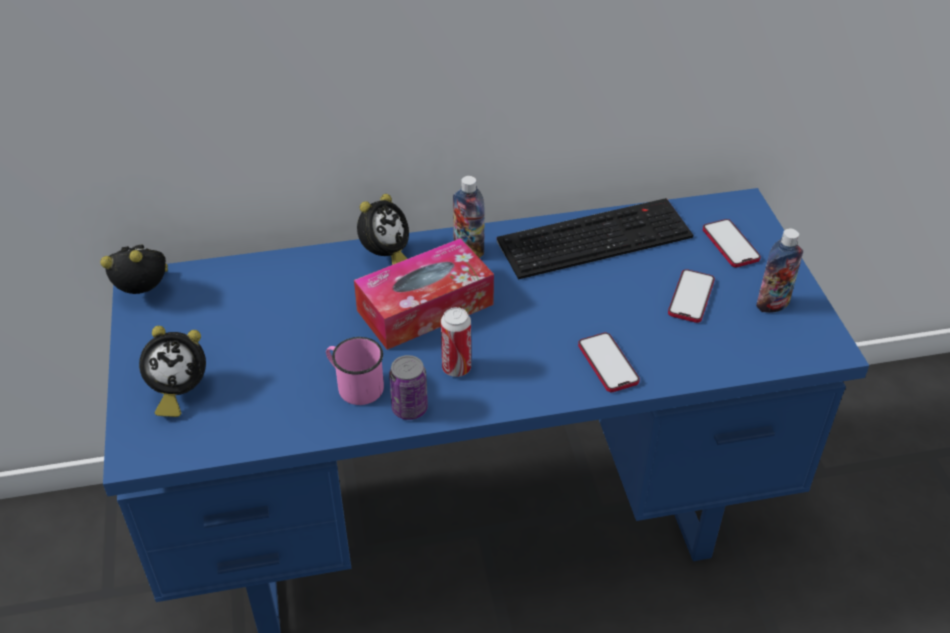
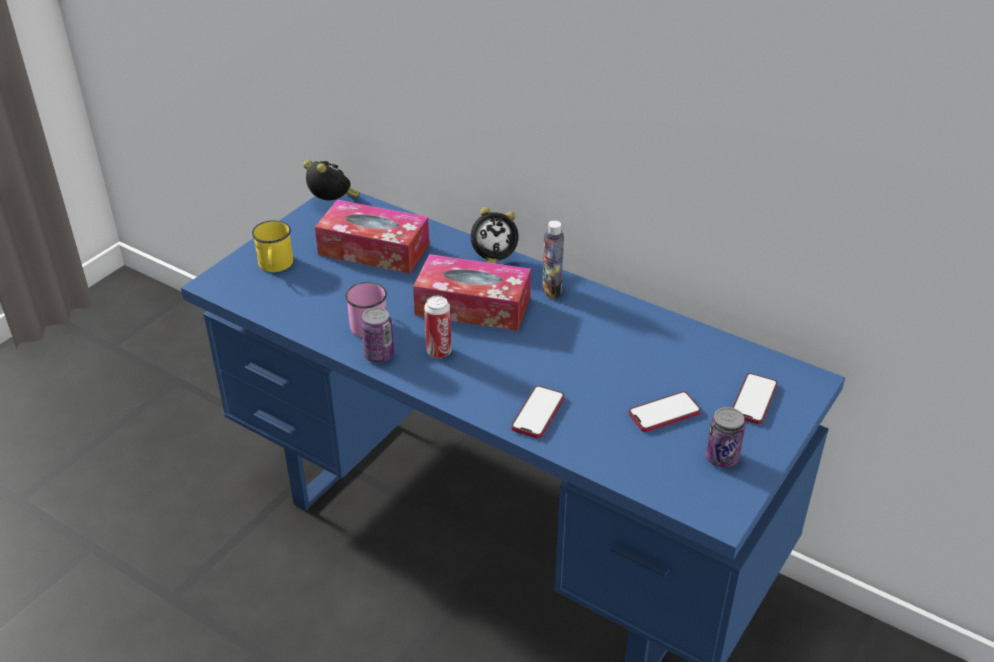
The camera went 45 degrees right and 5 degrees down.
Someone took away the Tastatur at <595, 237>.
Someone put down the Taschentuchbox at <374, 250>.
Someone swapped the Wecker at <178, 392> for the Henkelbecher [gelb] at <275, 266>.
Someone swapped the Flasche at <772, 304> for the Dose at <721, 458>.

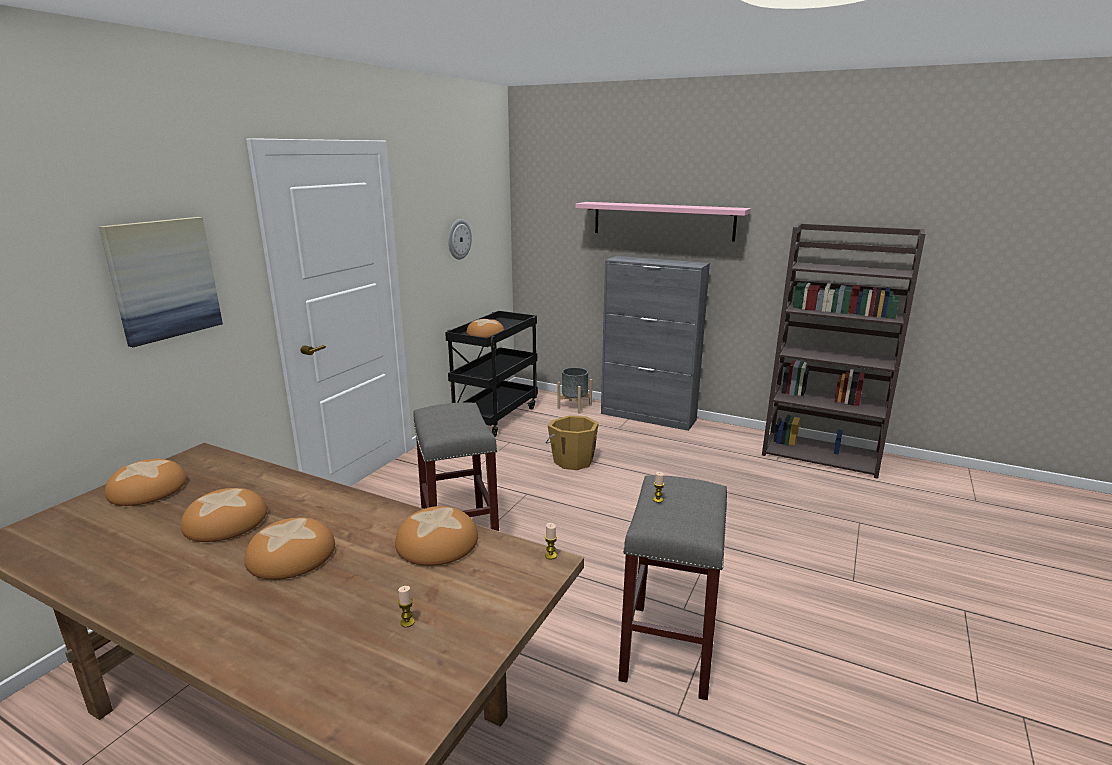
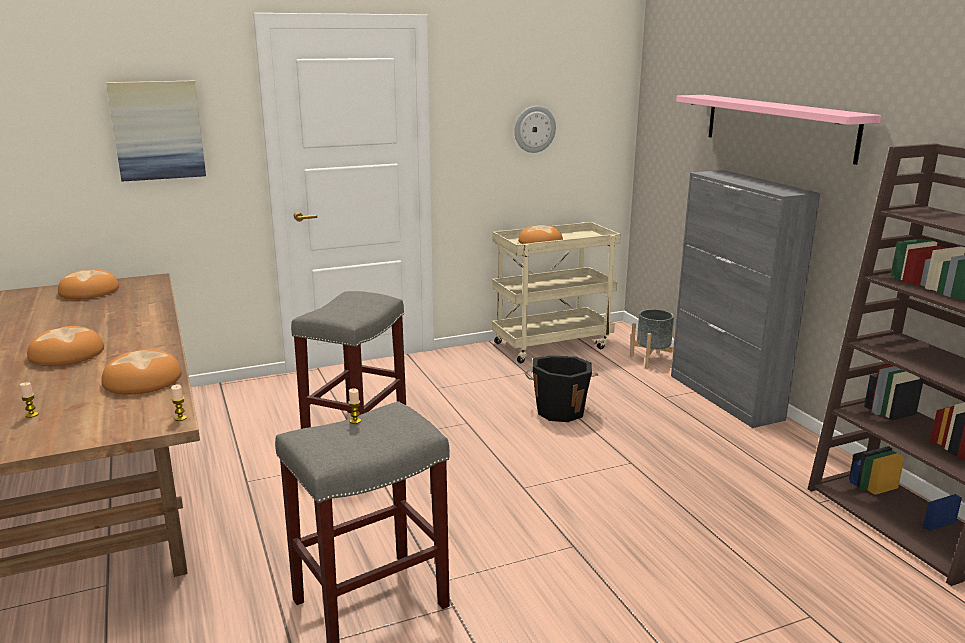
The camera went 40 degrees right and 0 degrees up.
Someone took away the Brot at <226, 521>.
Someone repainted the Rollwagen [schwarz] at <495, 416>, which became the Rollwagen [beige] at <552, 345>.
Someone repainted the Eimer [orange] at <572, 460>, which became the Eimer [schwarz] at <560, 410>.

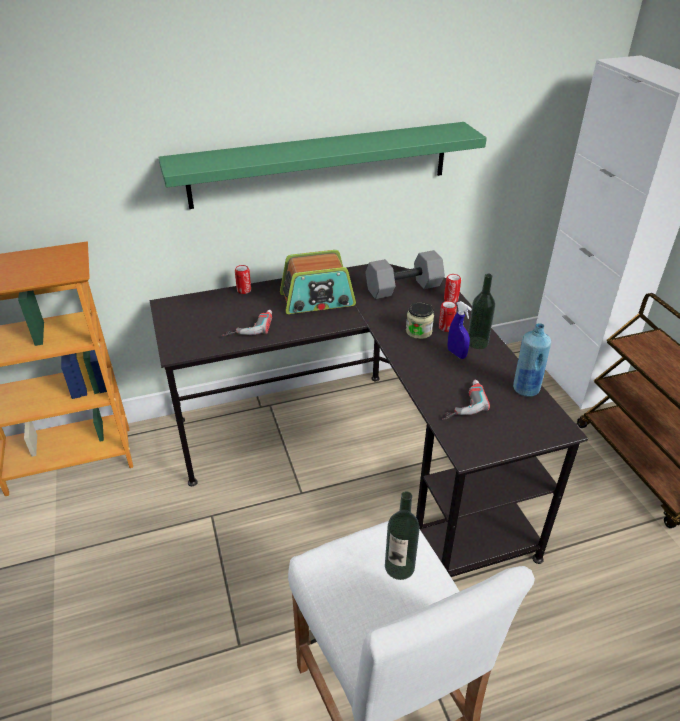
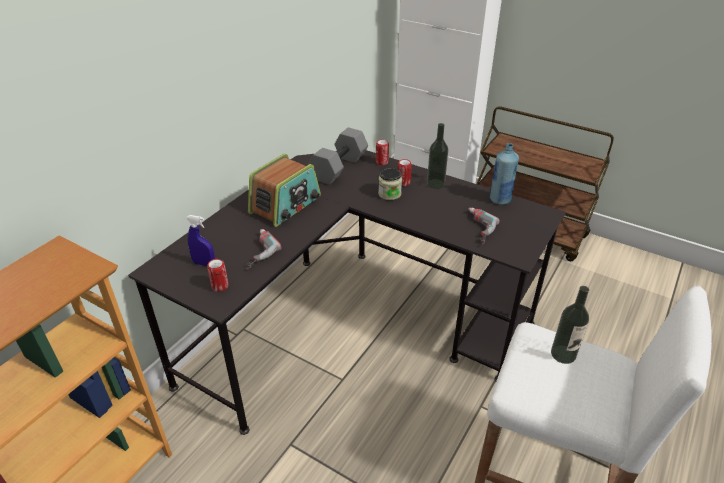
The camera went 40 degrees left and 0 degrees up.
Someone took away the Wandregal [grün] at <320, 164>.
Someone carried the Dose from <244, 290> to <220, 286>.
Someone carried the Sprühflasche [blau] from <456, 353> to <204, 263>.

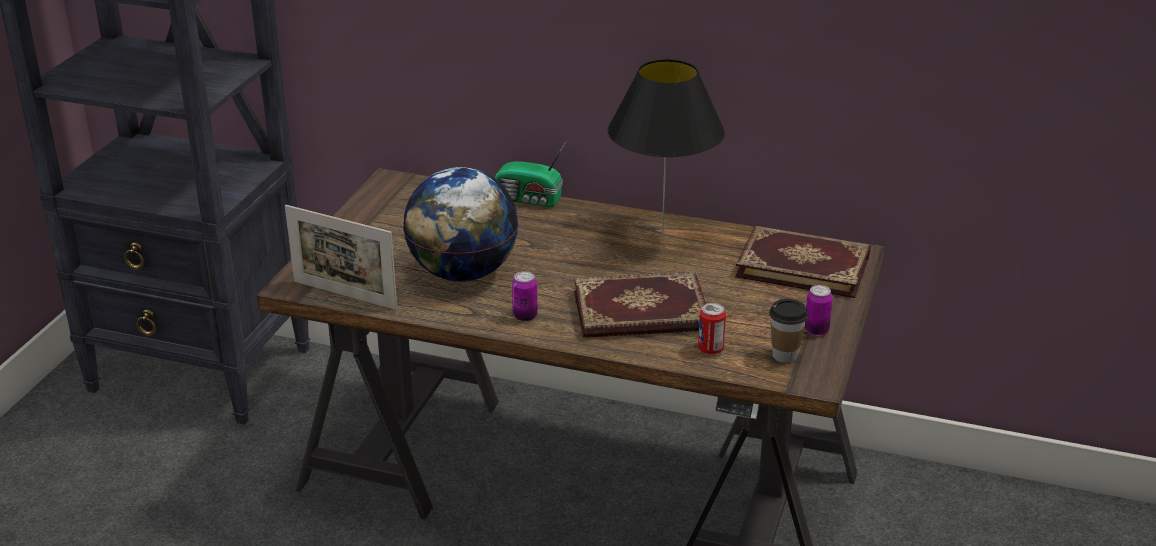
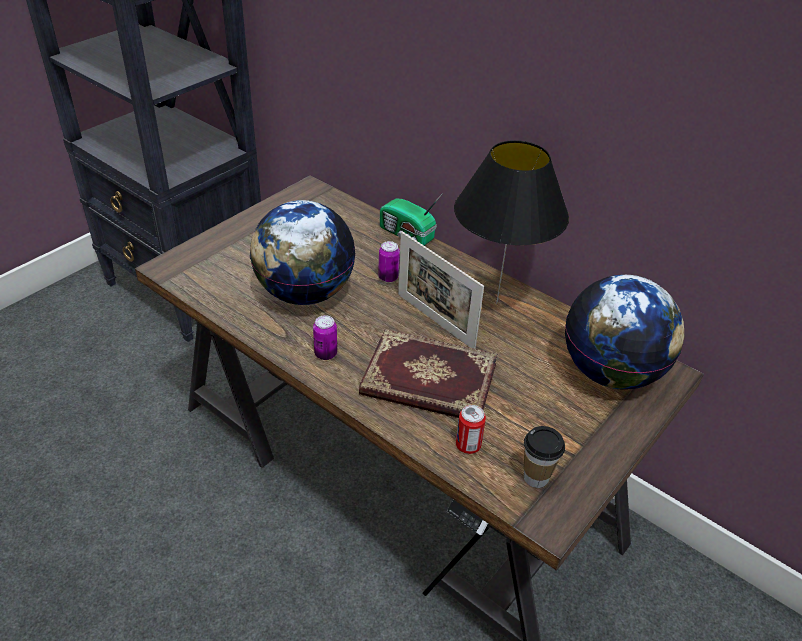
The camera went 20 degrees right and 10 degrees up.
Someone carried the Bilderrahmen from <344, 295> to <435, 321>.
Someone carried the Dose from <816, 330> to <388, 277>.
Someone swapped the Buch at <803, 265> for the Globus at <611, 372>.

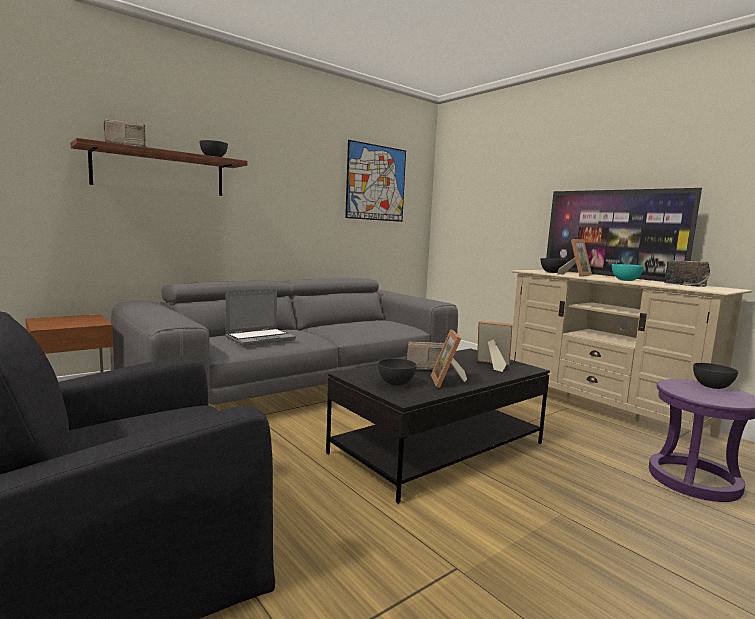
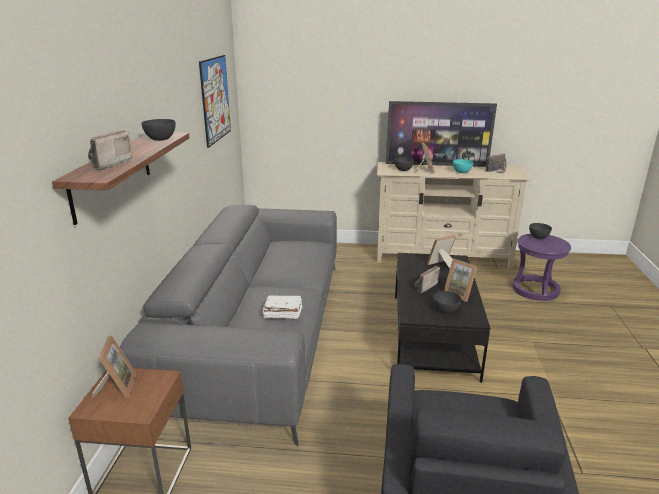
The camera went 45 degrees left and 15 degrees up.
Someone put down the Bilderrahmen at <117, 387>.
Someone swapped the Laptop at <261, 338> for the Buch [weiß] at <282, 314>.

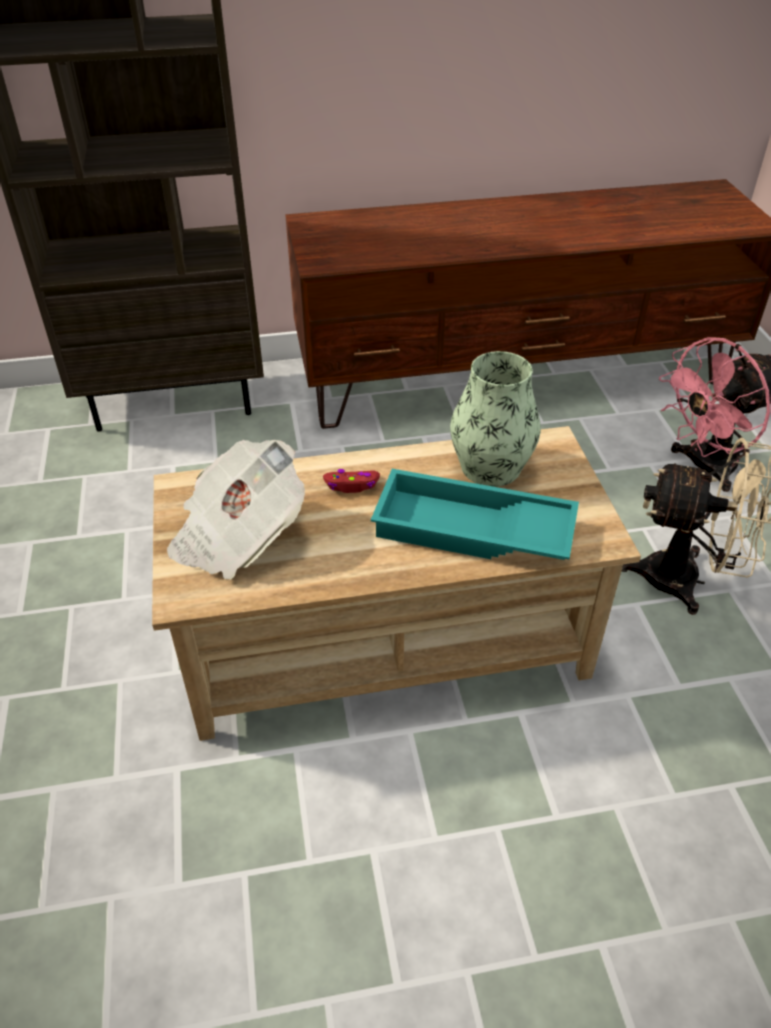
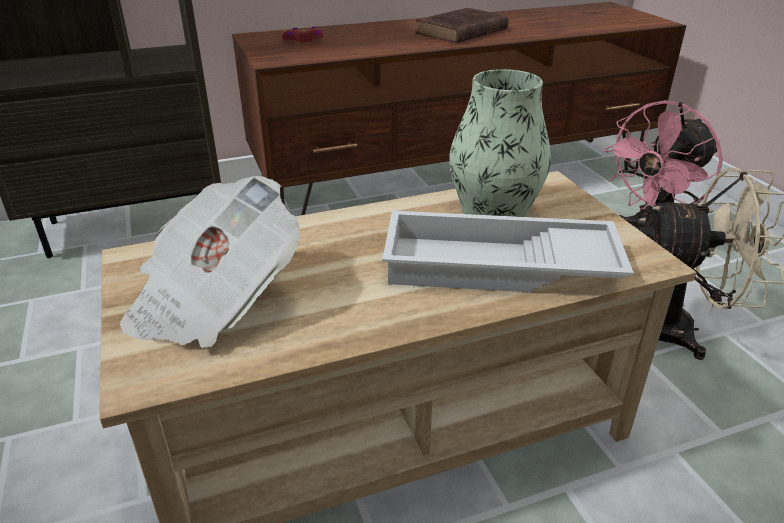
The camera went 10 degrees left and 10 degrees down.
Someone put down the Buch [braun] at <460, 32>.
Someone carried the Gamepad [rot] from <352, 485> to <303, 40>.
Someone repainted the Tablett [türkis] at <471, 531>, which became the Tablett [weiß] at <498, 268>.

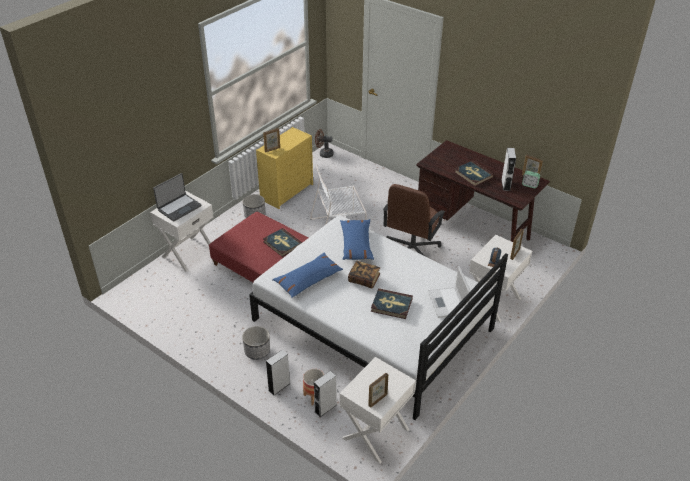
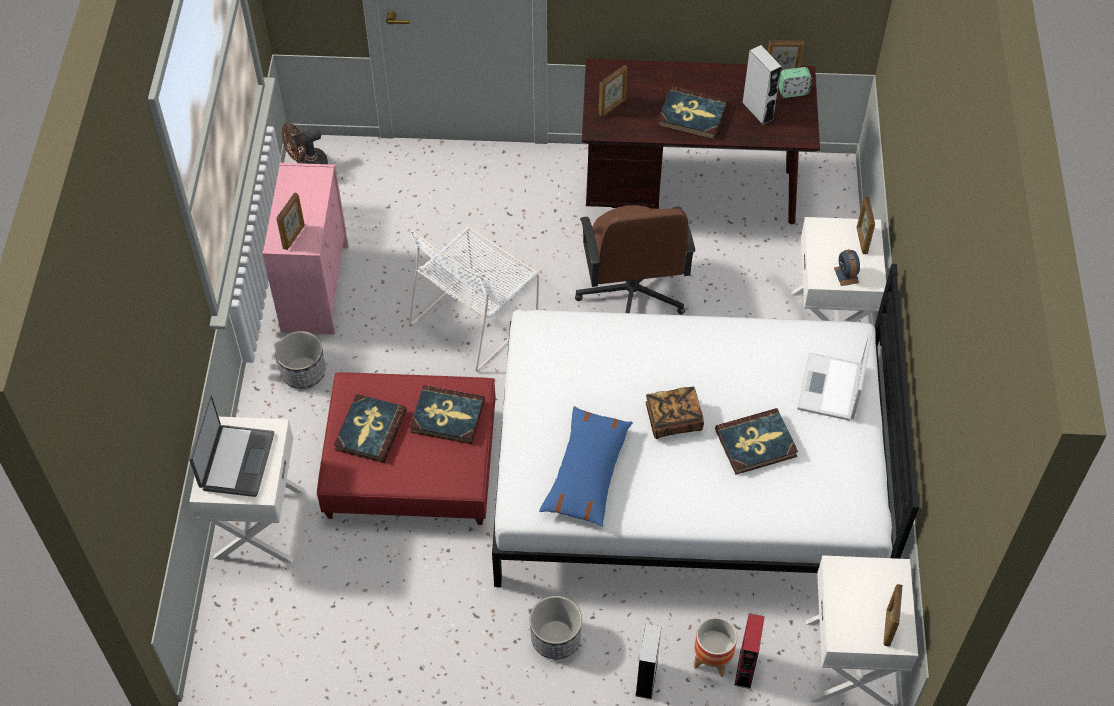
The camera went 35 degrees left and 15 degrees up.
Someone took away the Kissen [blau] at <356, 244>.
Someone put down the Buch at <370, 430>.
Someone put down the Bilderrahmen at <612, 107>.
Someone repainted the Kommode [gelb] at <287, 191>, which became the Kommode [rosa] at <315, 287>.
Someone repainted the Lautsprecher [grau] at <325, 408>, which became the Lautsprecher [rot] at <745, 668>.
Someone rotated the Laptop at <447, 303> by 60 degrees clockwise.

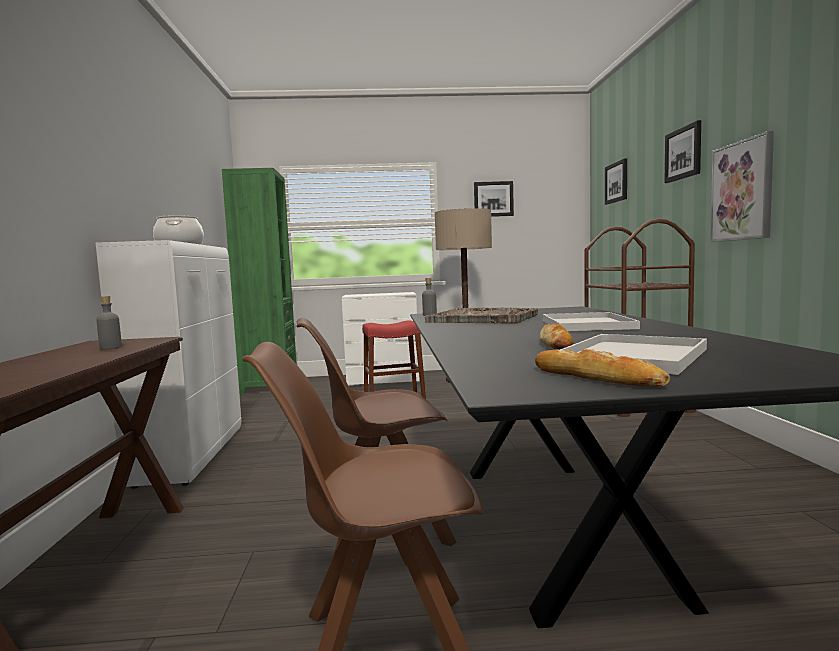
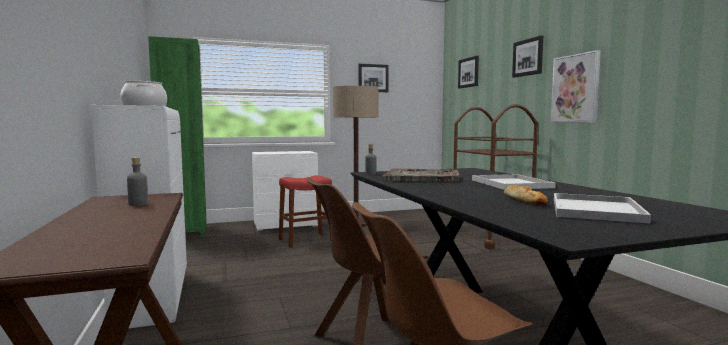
The camera went 15 degrees left and 0 degrees up.
Someone took away the Brot at <595, 377>.

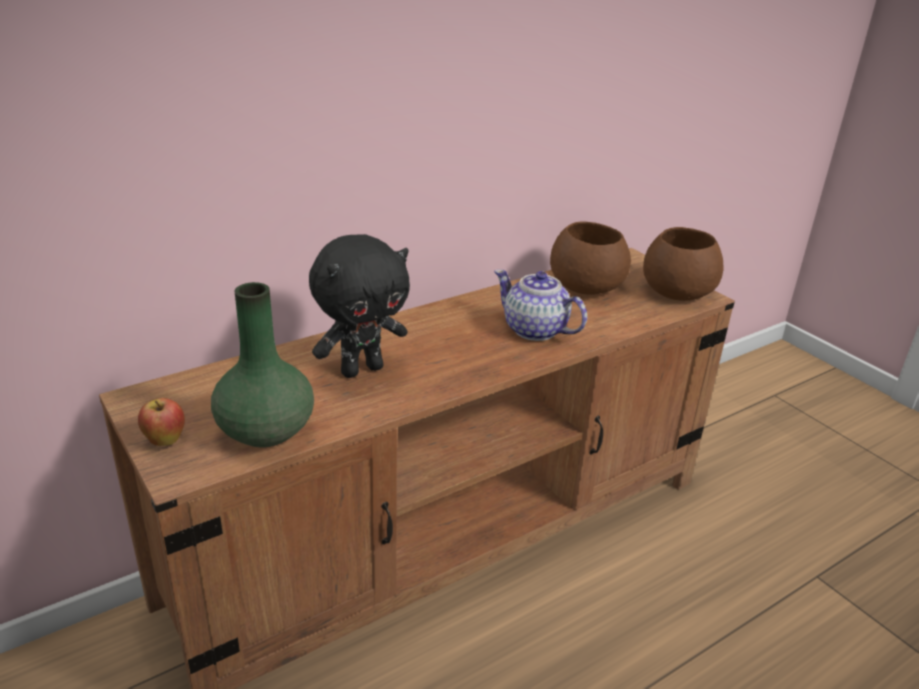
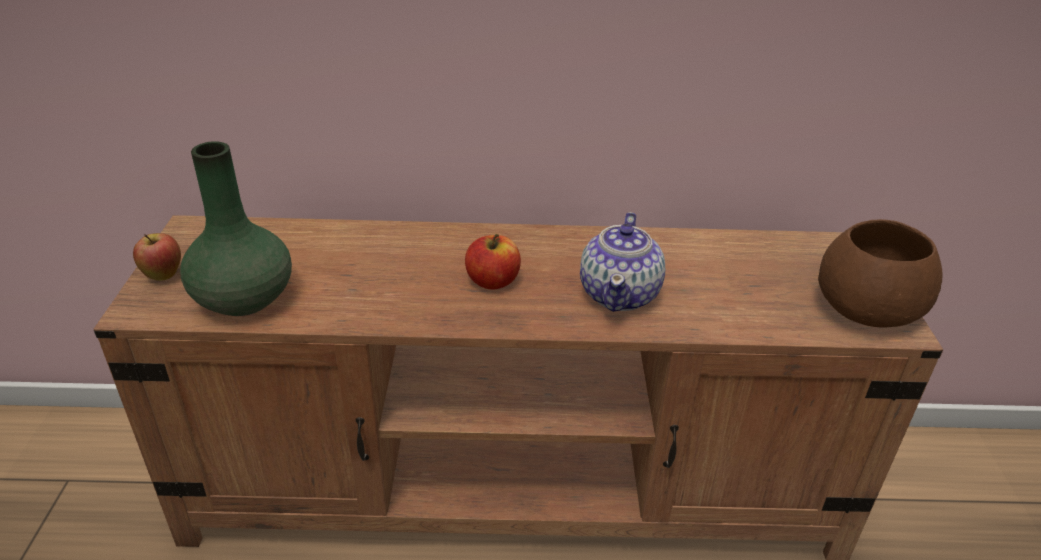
The camera went 35 degrees right and 5 degrees up.
Someone took away the Plüschtier [schwarz] at <361, 369>.
Someone took away the Schüssel [braun] at <585, 285>.
Someone put down the Apfel at <492, 281>.
Someone rotated the Teekanne at <535, 330> by 150 degrees counterclockwise.

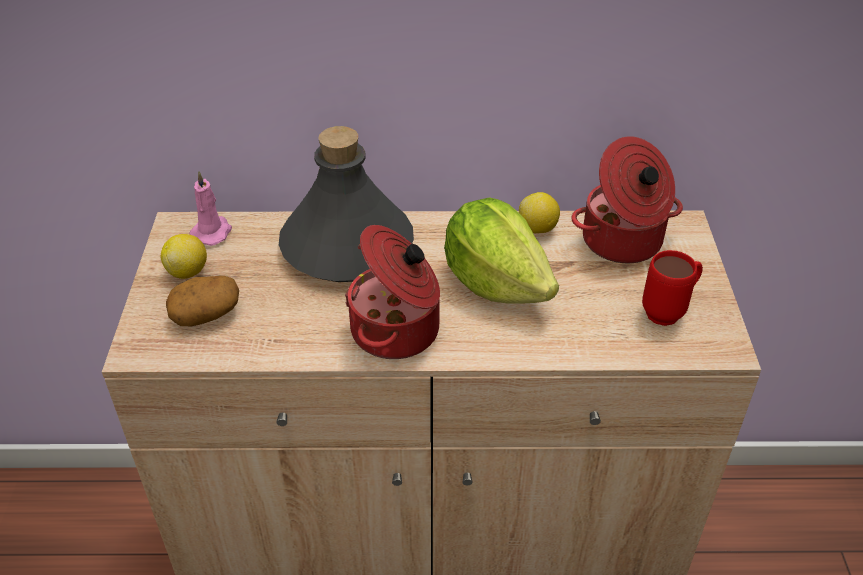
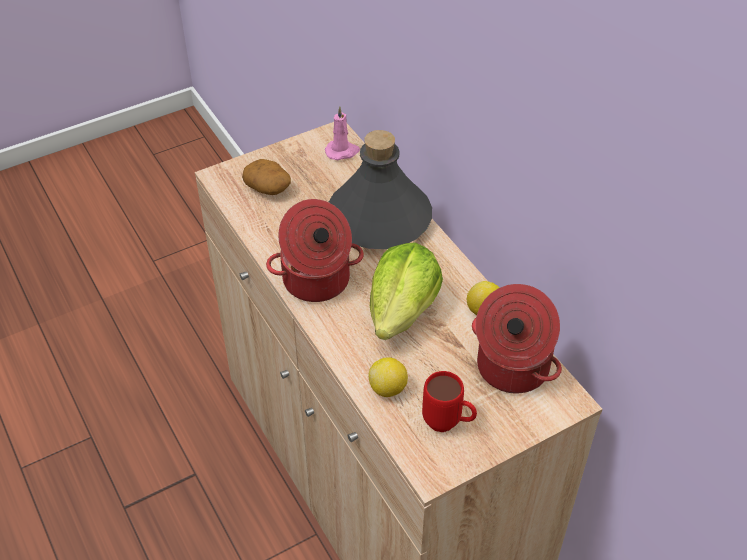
The camera went 60 degrees right and 5 degrees up.
Someone carried the Zitrone from <188, 272> to <388, 388>.

